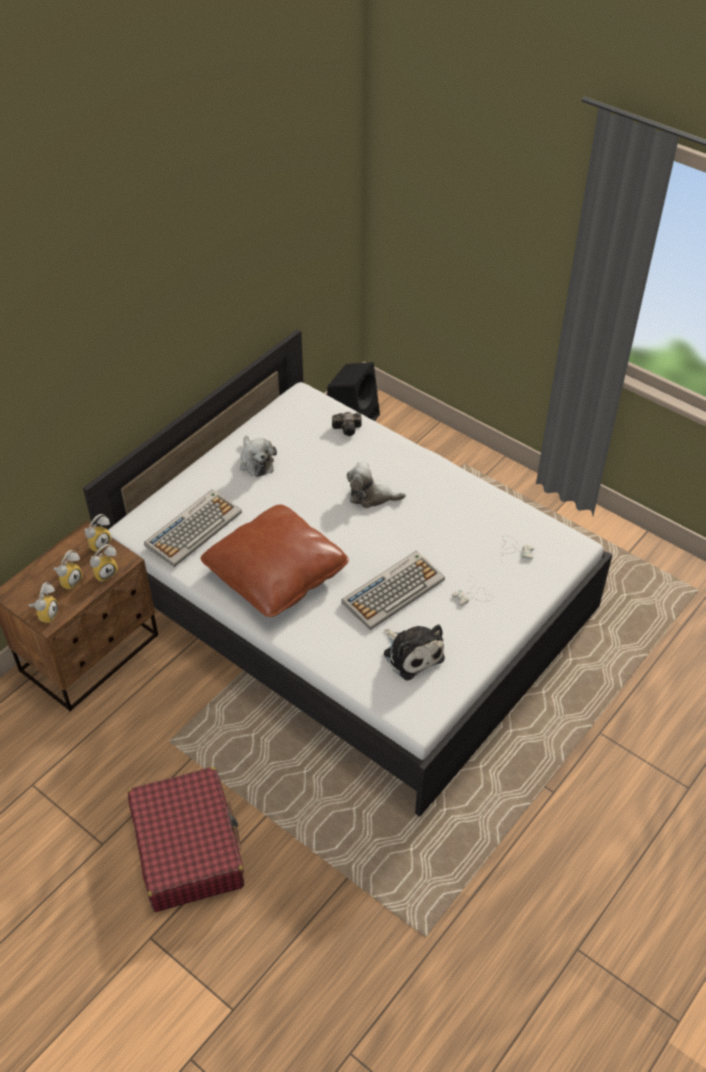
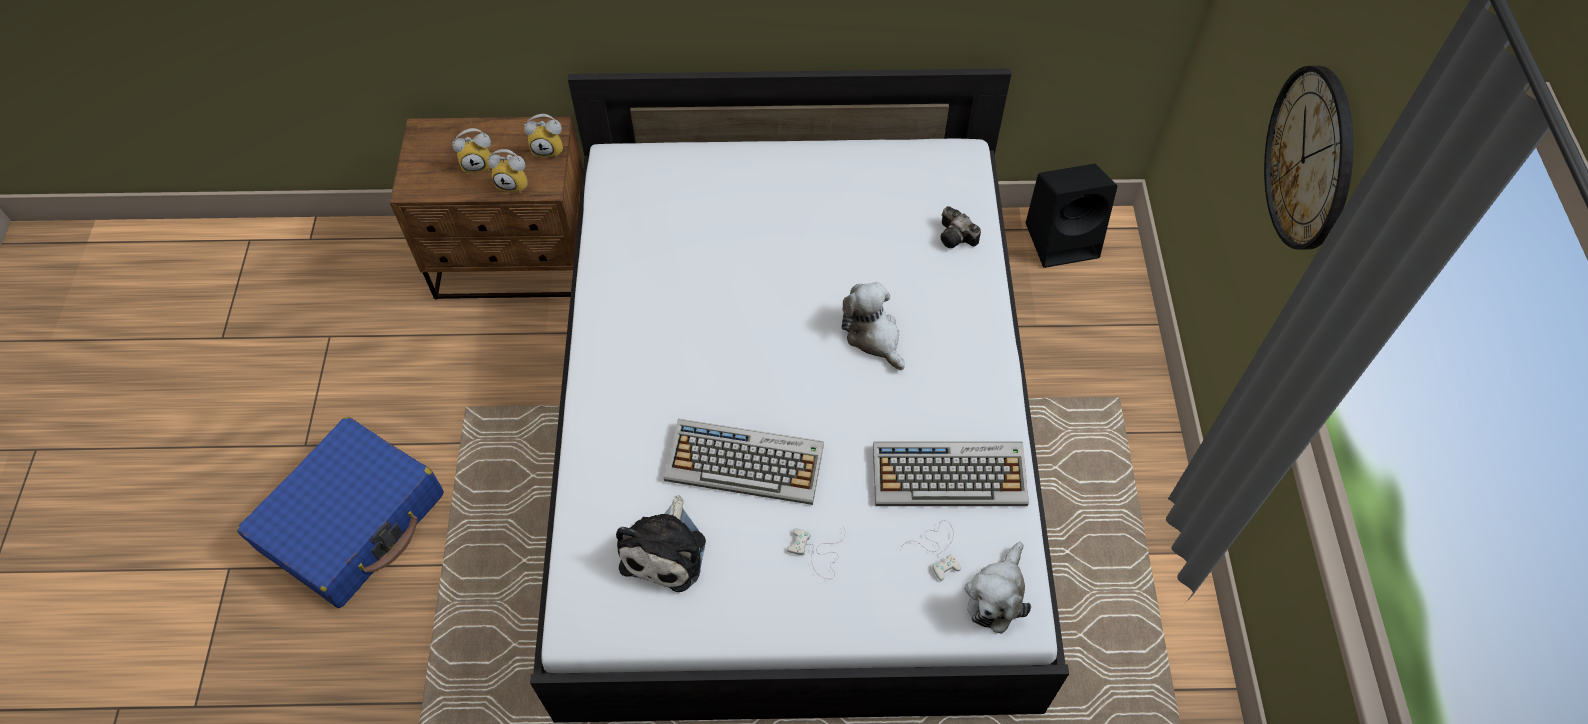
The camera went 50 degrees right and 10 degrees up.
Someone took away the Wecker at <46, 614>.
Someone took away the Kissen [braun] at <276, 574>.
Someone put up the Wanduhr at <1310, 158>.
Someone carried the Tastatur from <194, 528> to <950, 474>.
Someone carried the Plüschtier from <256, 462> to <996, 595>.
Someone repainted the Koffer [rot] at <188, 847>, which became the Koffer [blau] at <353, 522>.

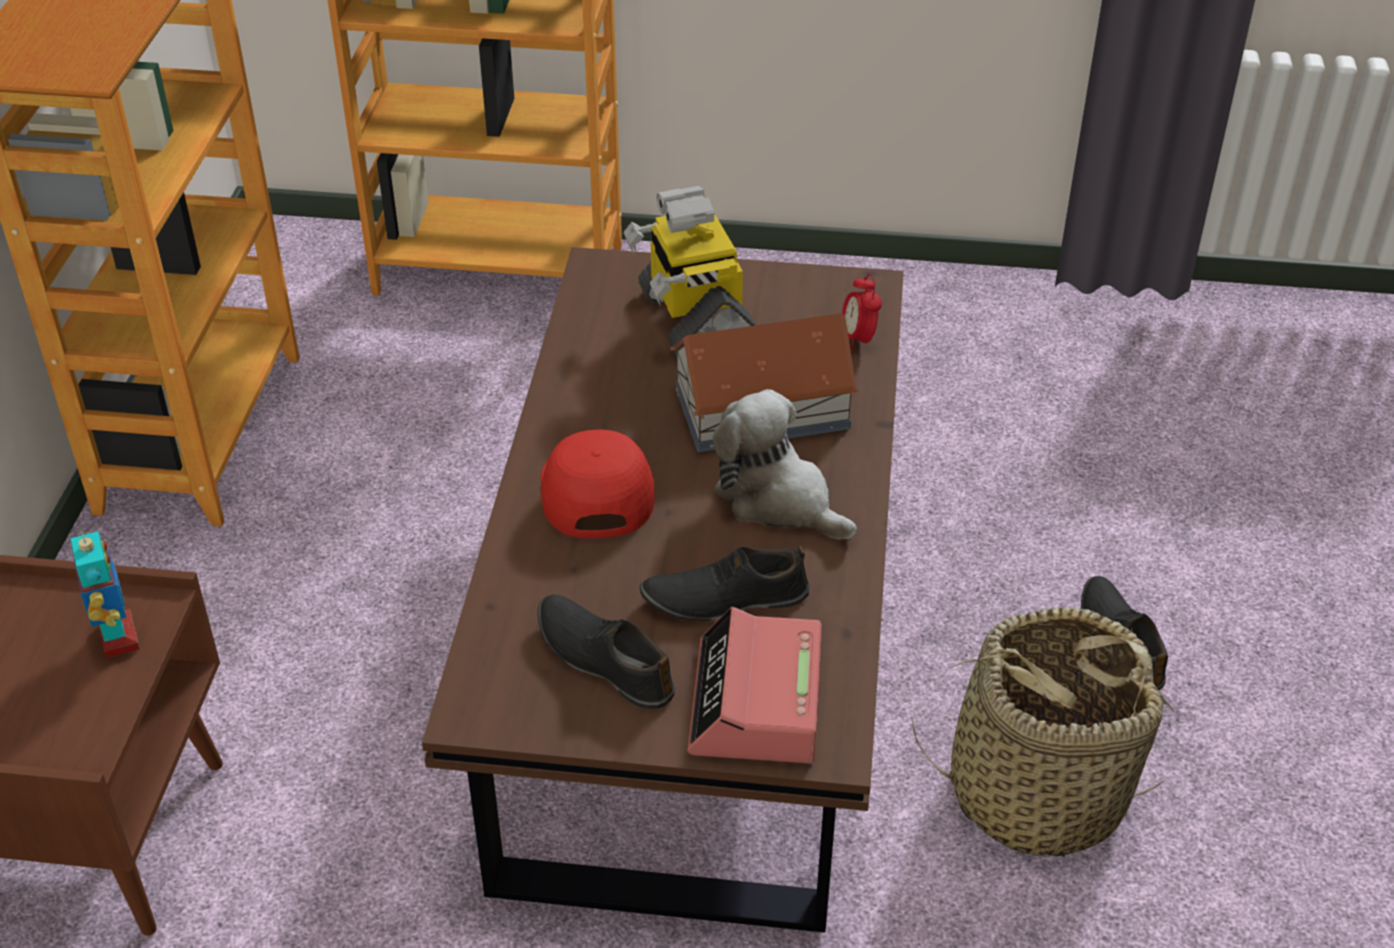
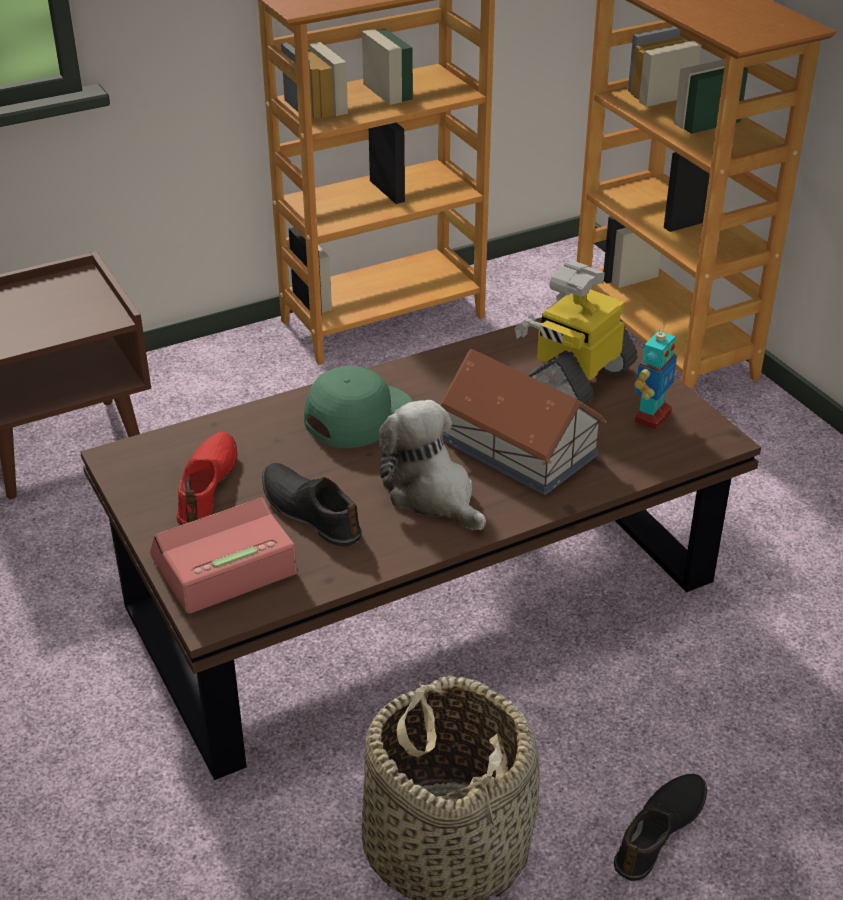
The camera went 55 degrees right and 5 degrees down.
Someone took away the Wecker at <858, 339>.
Someone carried the Spielzeugroboter from <117, 637> to <651, 417>.
Someone repainted the Schuh [schwarz] at <605, 659>, which became the Schuh [rot] at <208, 487>.
Someone repainted the Kappe [rot] at <595, 490>, which became the Kappe [grün] at <358, 416>.
Someone rotated the Plüschtier at <778, 500> by 45 degrees counterclockwise.

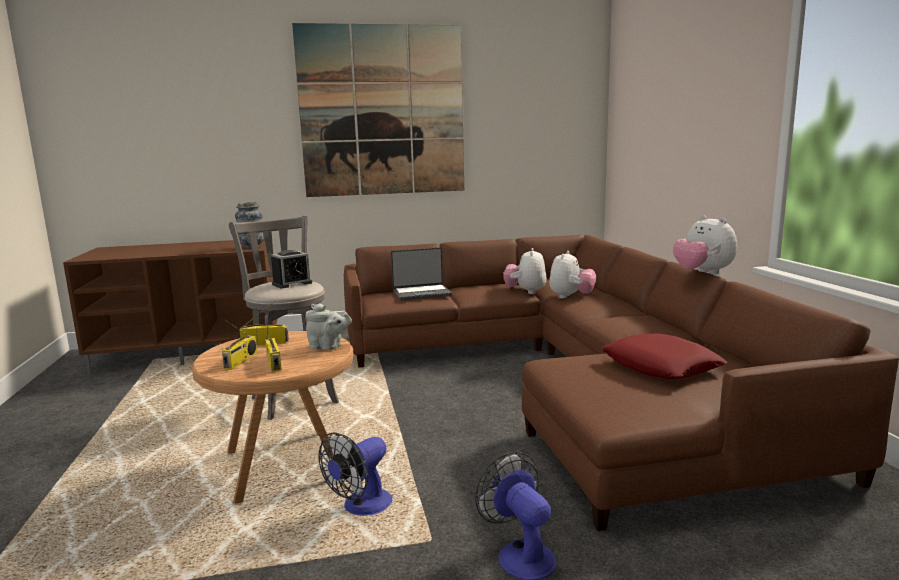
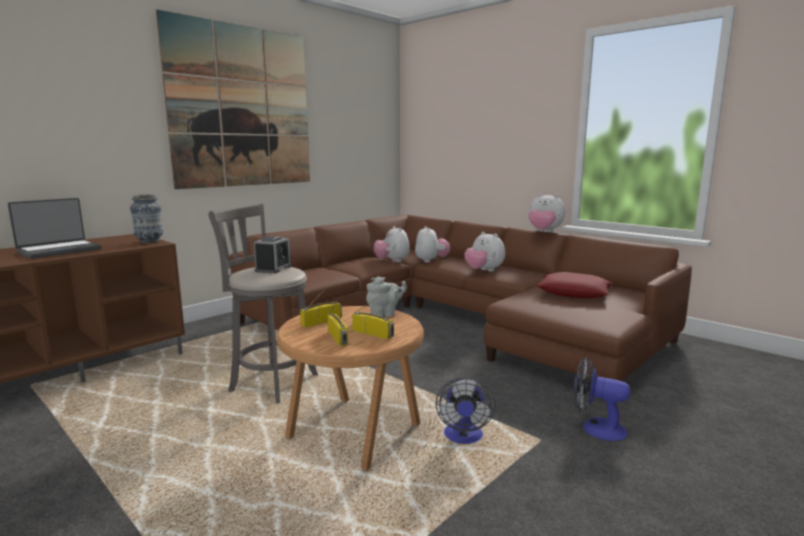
The camera went 35 degrees left and 0 degrees up.
Someone put down the Plüschtier at <484, 271>.
Someone carried the Laptop from <421, 293> to <59, 250>.

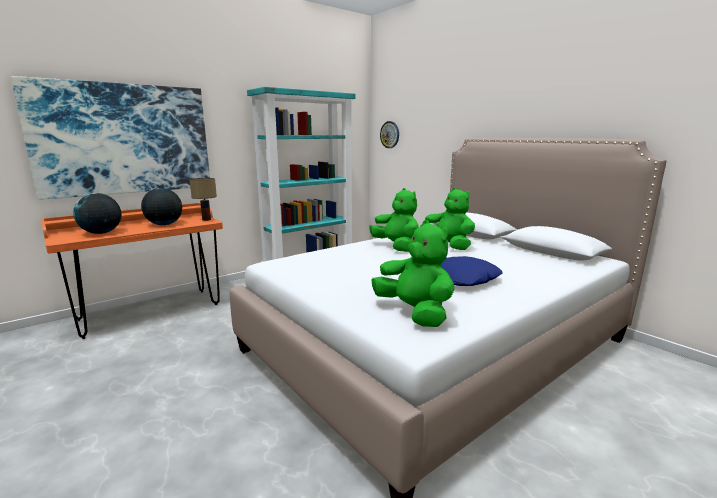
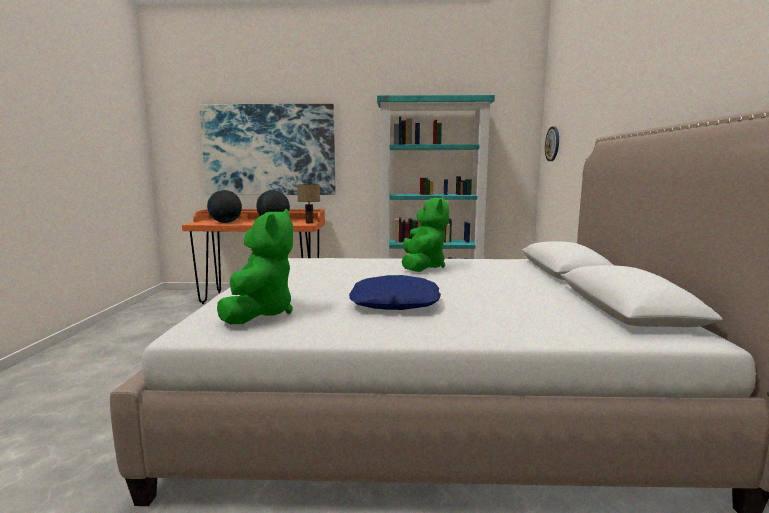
The camera went 40 degrees right and 5 degrees down.
Someone took away the Plüschtier [grün] at <448, 245>.

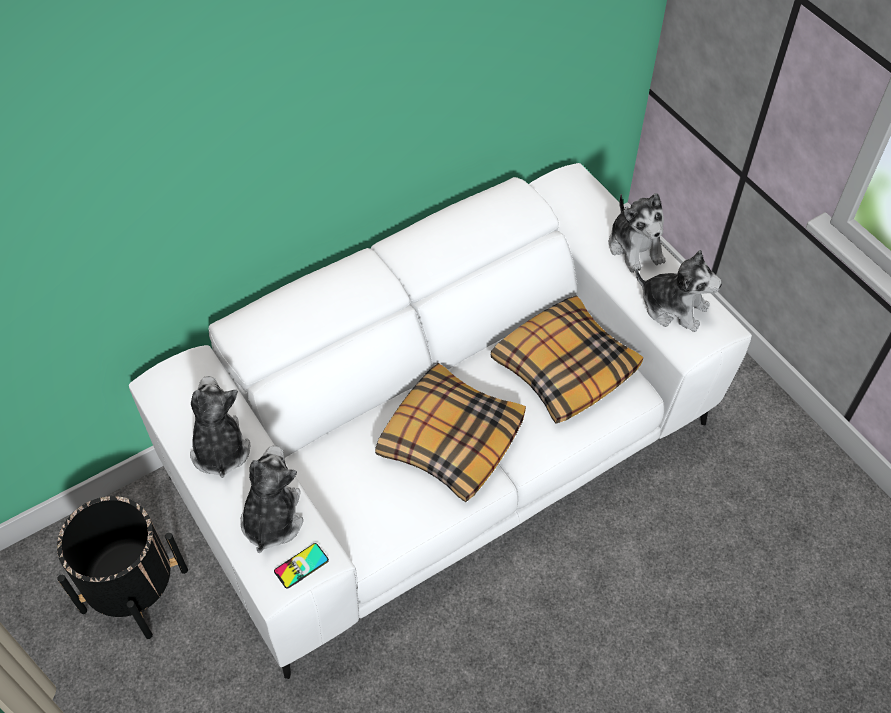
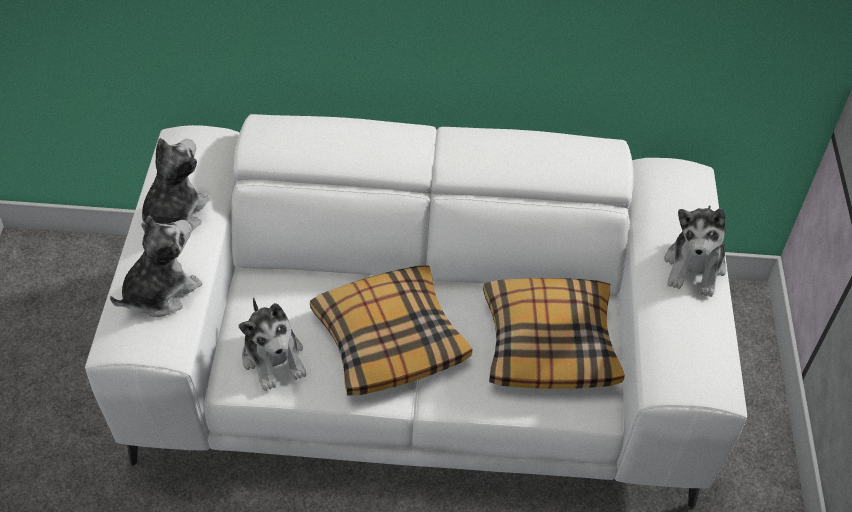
The camera went 35 degrees right and 5 degrees down.
Someone took away the Pflanzkübel [schwarz] at <134, 590>.
Someone took away the Handy at <301, 566>.
Someone carried the Plüschtier from <673, 307> to <274, 357>.

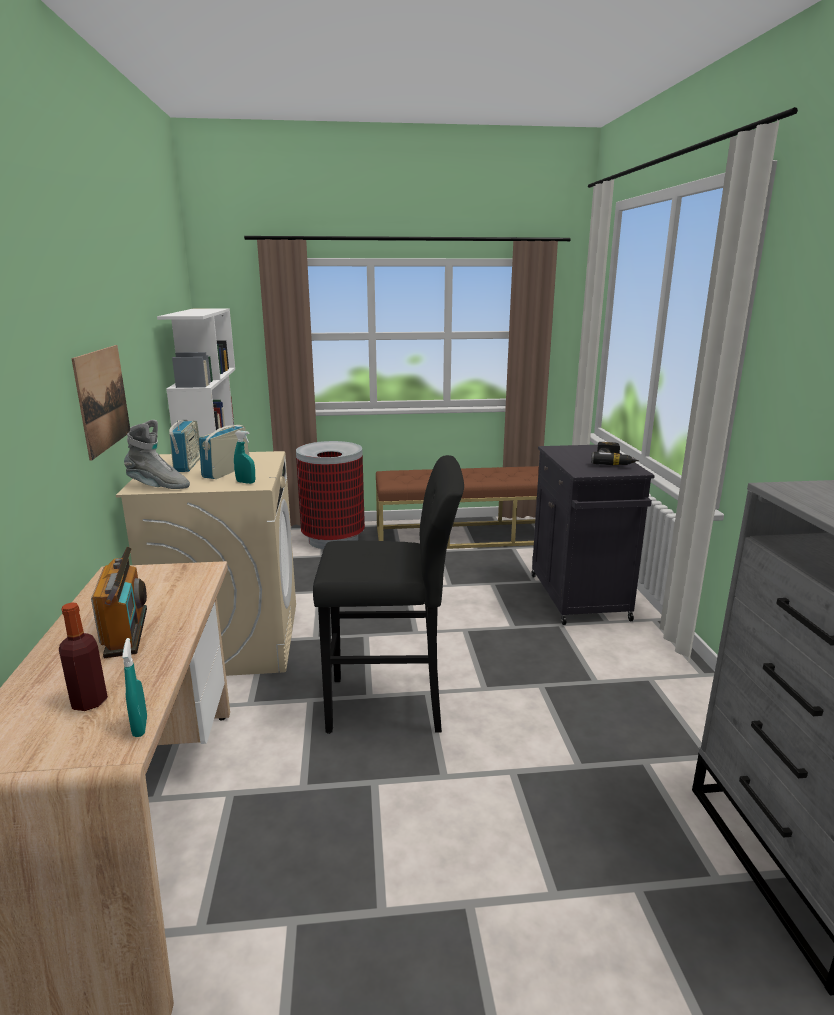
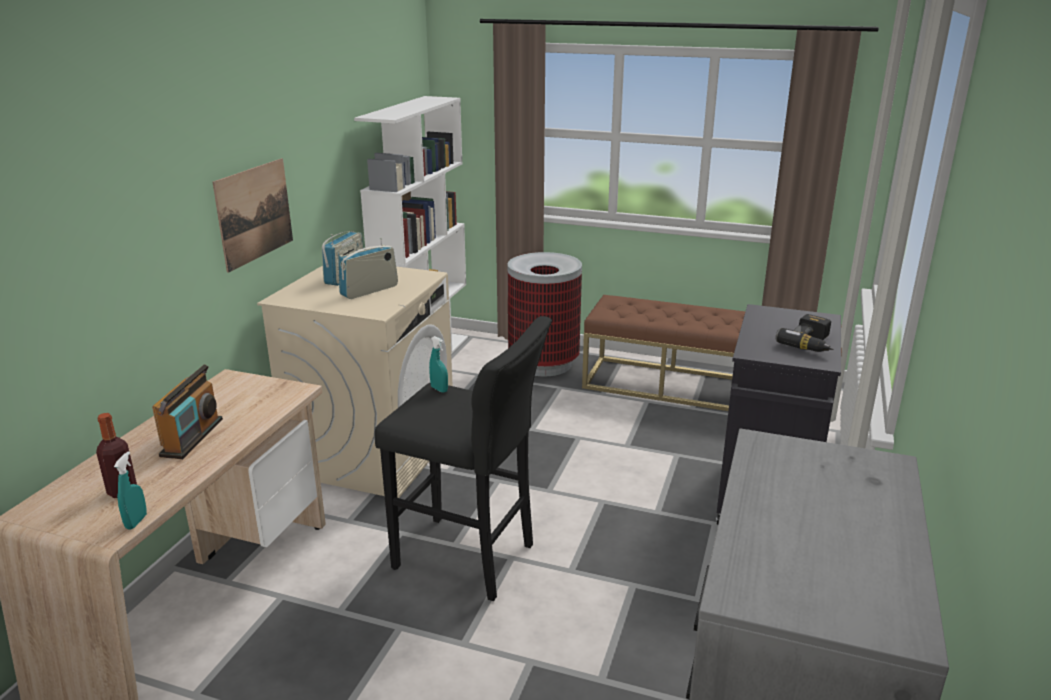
The camera went 25 degrees right and 5 degrees up.
Someone took away the Stiefel [grau] at <158, 486>.
Someone carried the Sprühflasche [türkis] from <246, 482> to <439, 389>.

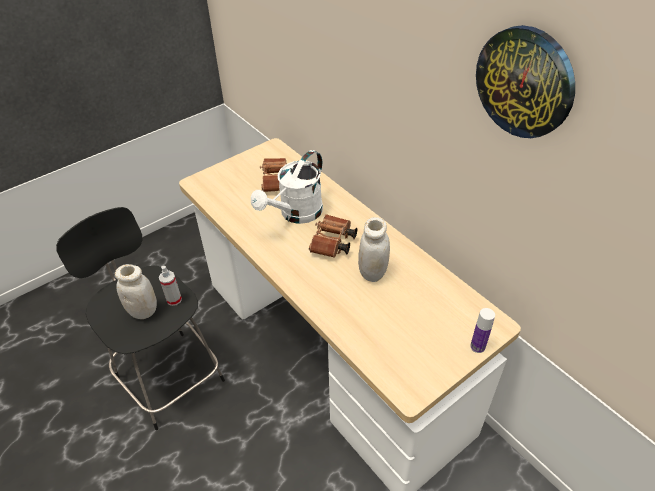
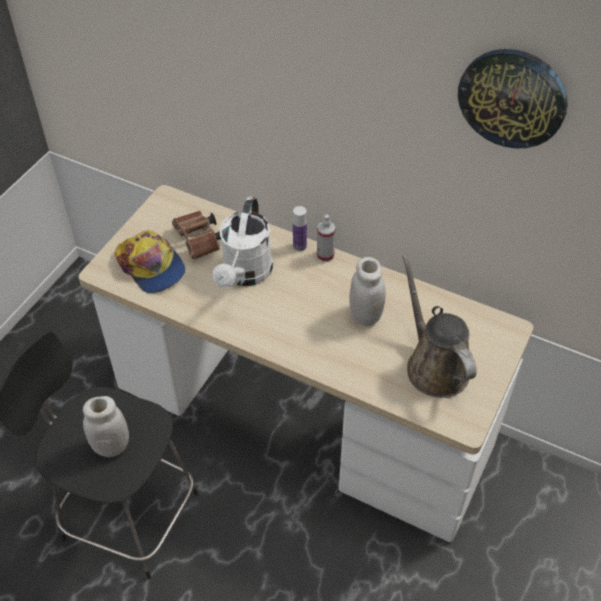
The camera went 25 degrees left and 5 degrees up.
Someone took away the Fernglas [braun] at <332, 244>.
Someone put down the Kappe at <151, 267>.
Someone put down the Gießkanne [braun] at <434, 365>.
Someone carried the Sprühflasche from <174, 299> to <325, 255>.
Someone carried the Flasche from <477, 346> to <299, 246>.

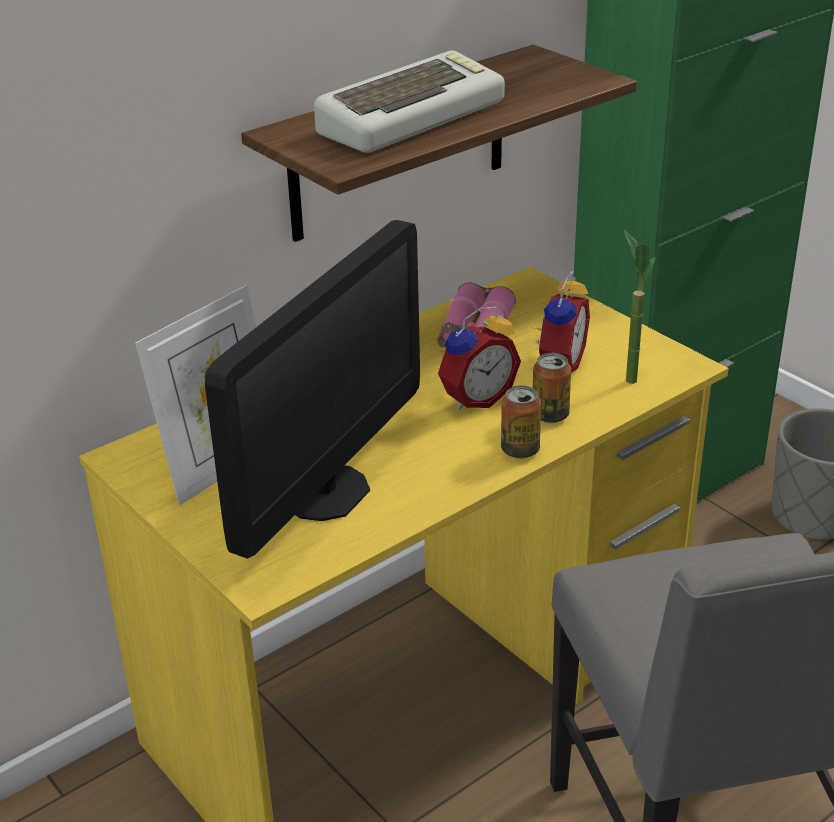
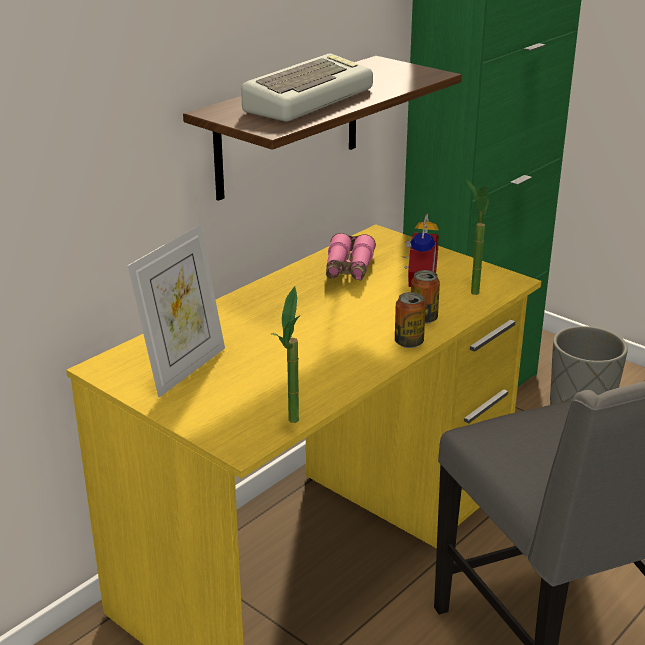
The camera went 10 degrees left and 5 degrees down.
Someone took away the Monitor at <325, 492>.
Someone took away the Wecker at <475, 398>.
Someone put down the Topfpflanze at <293, 426>.

